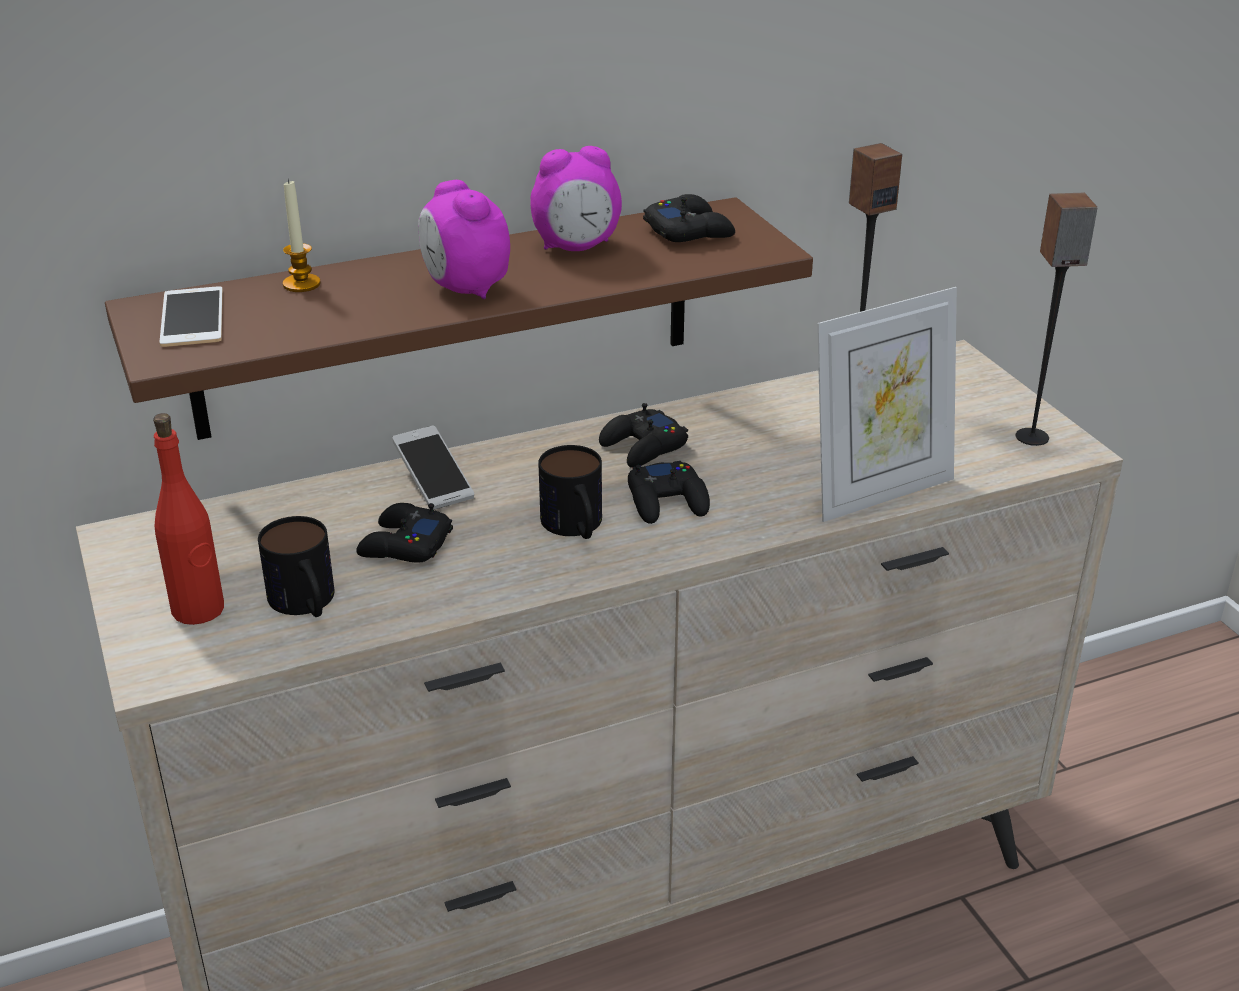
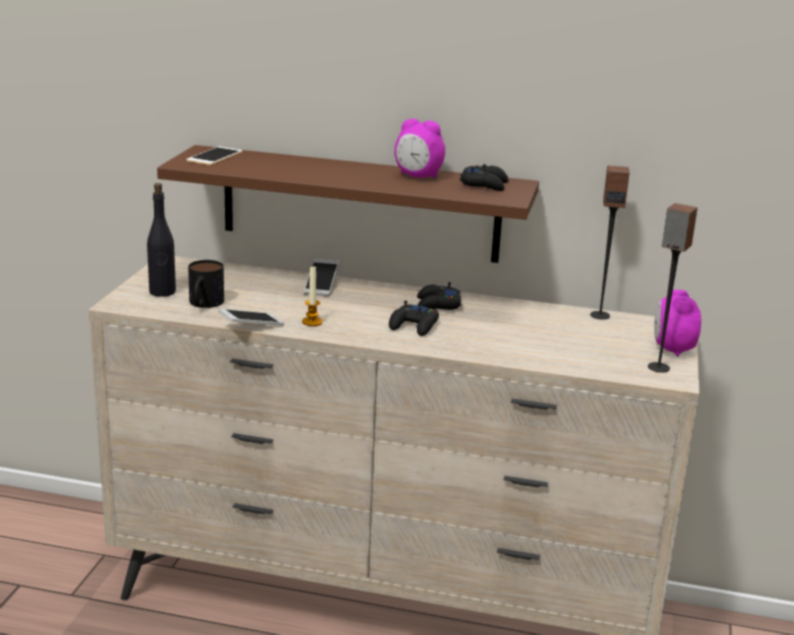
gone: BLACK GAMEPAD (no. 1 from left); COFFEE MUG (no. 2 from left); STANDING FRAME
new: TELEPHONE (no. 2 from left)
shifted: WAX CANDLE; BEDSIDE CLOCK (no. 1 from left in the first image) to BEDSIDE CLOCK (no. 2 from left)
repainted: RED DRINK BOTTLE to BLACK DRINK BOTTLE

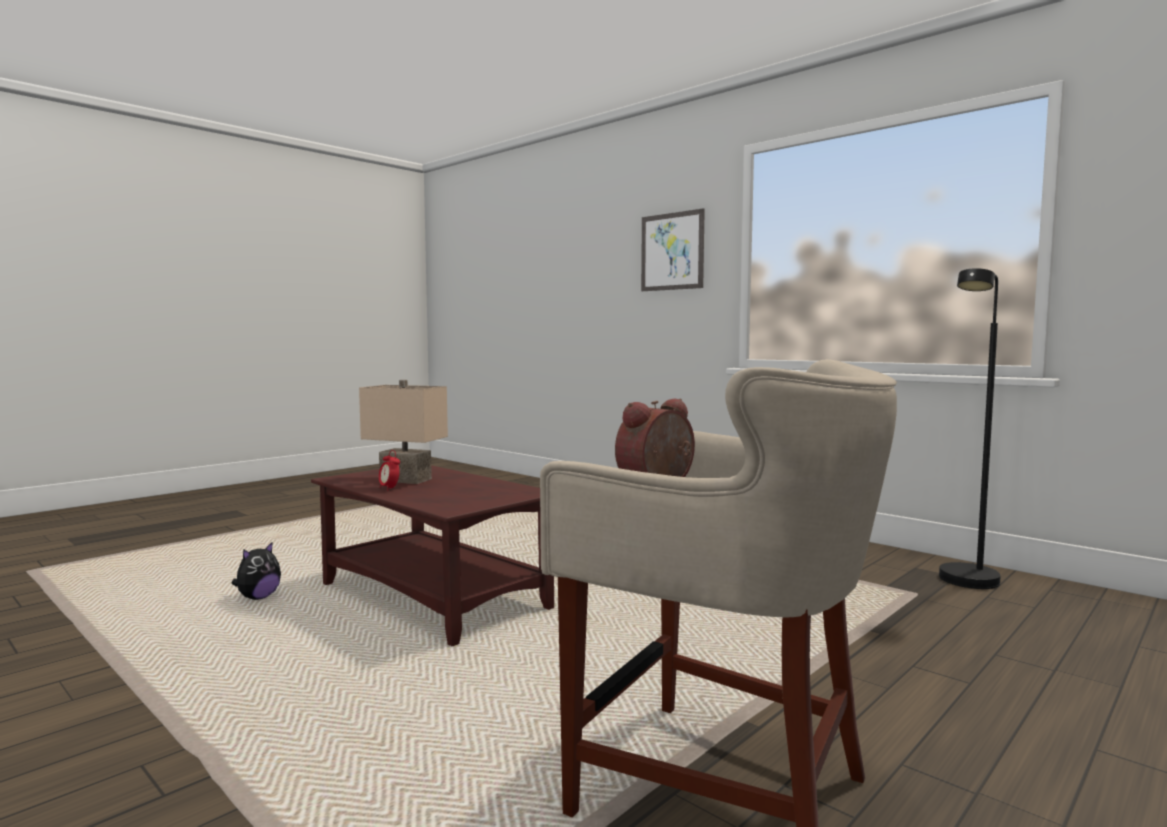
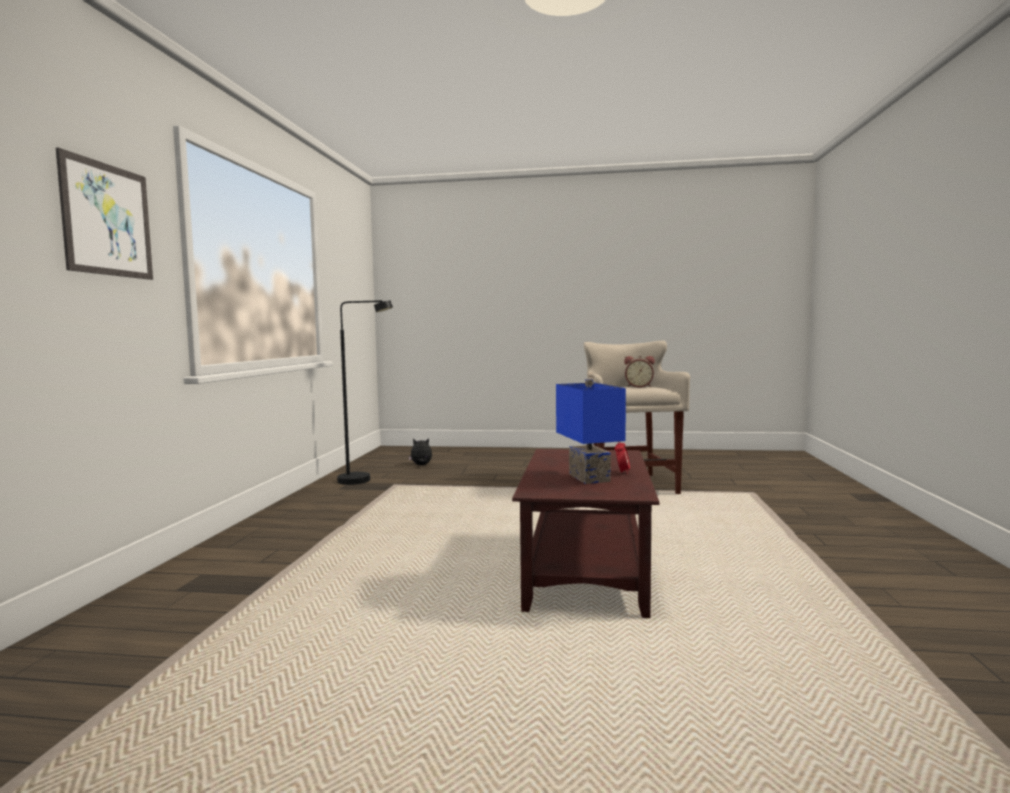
shifted: CUDDLY TOY
repainted: SAND-COLOURED LAMP FOR A TABLE to BLUE LAMP FOR A TABLE

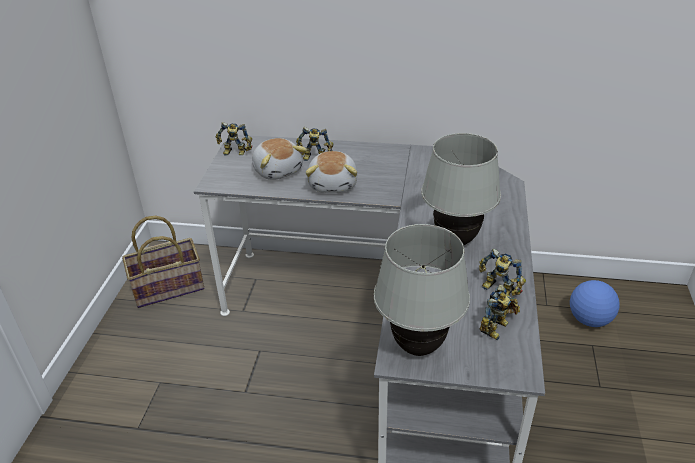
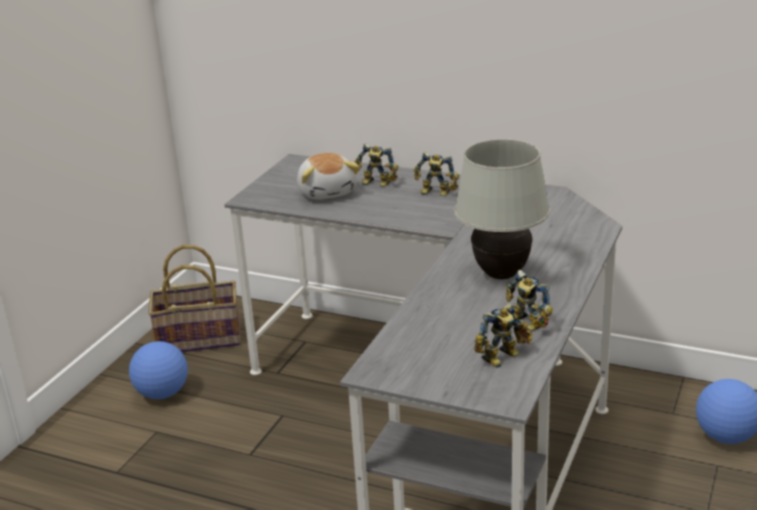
gone: CUDDLY TOY (no. 2 from left); WHITISH LAMP FOR A TABLE (no. 1 from left)
new: FOOTBALL (no. 1 from left)
shifted: TOY ROBOT (no. 1 from left in the first image) to TOY ROBOT (no. 2 from left)

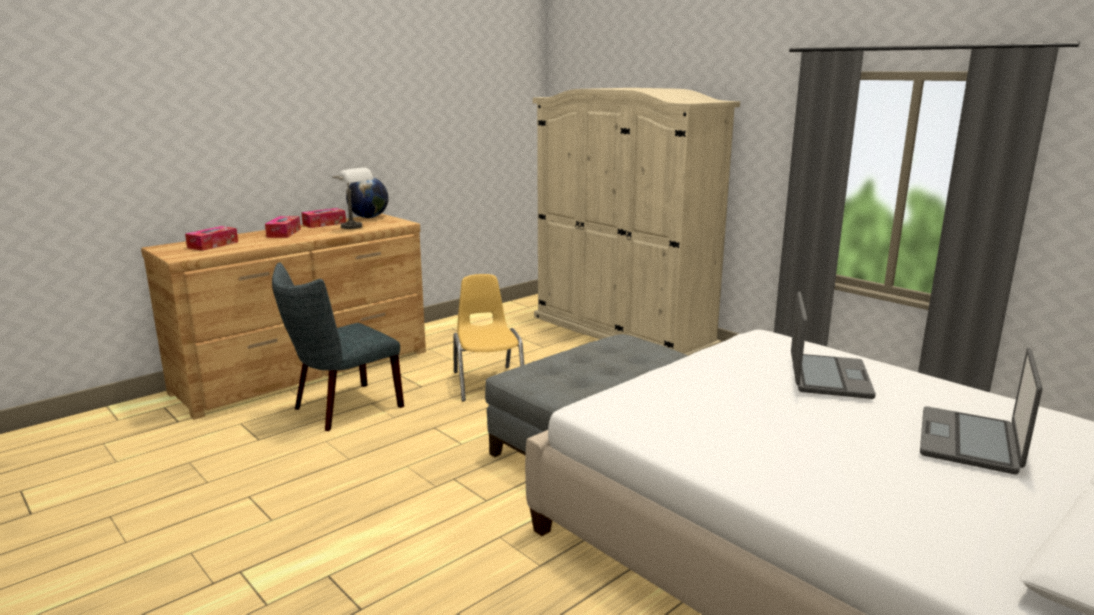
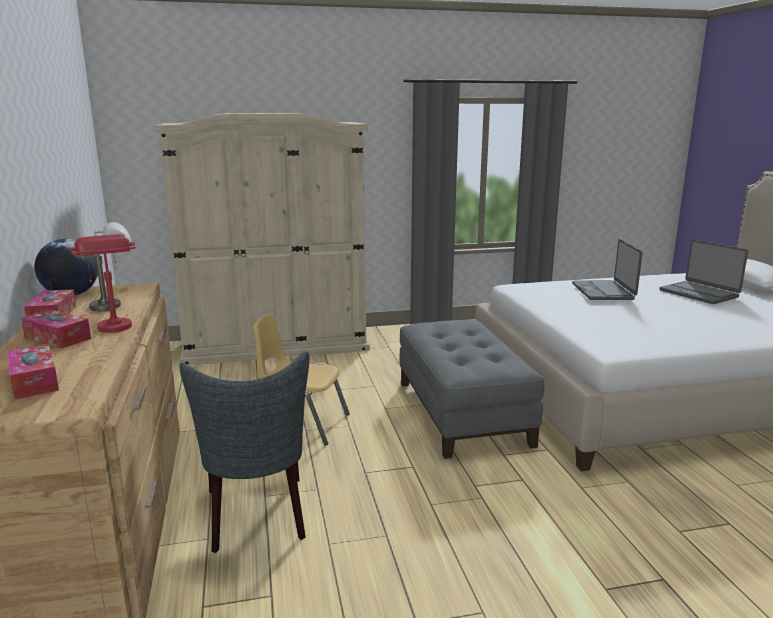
new: RED LAMP FOR A TABLE
rotated: PORTABLE COMPUTER (no. 1 from left) 135 degrees counterclockwise

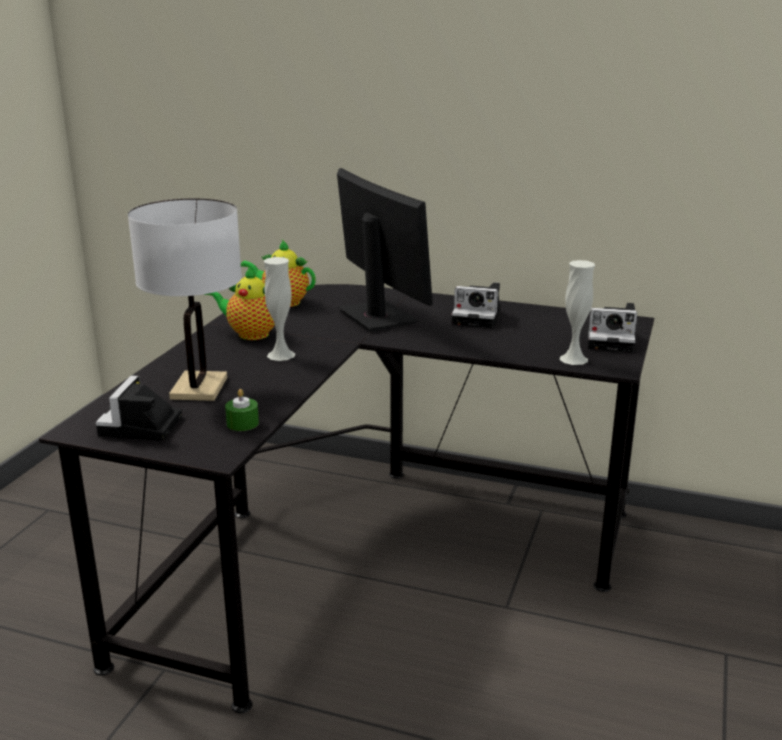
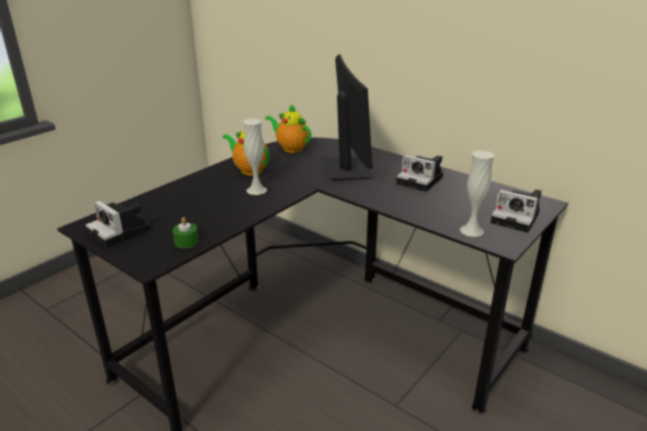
gone: WHITISH LAMP FOR A TABLE
rotated: PHOTO CAMERA (no. 1 from left) 75 degrees counterclockwise

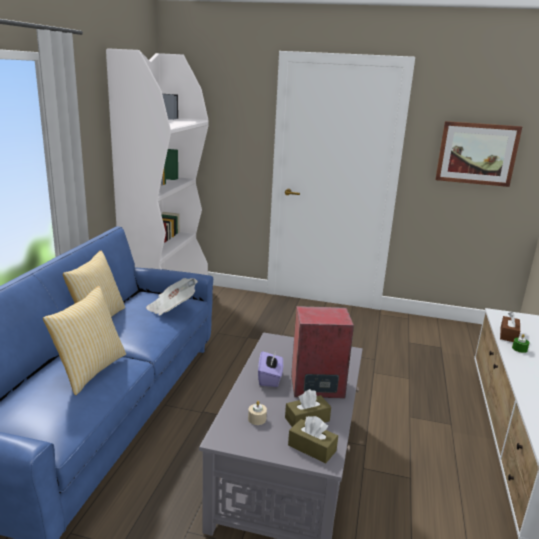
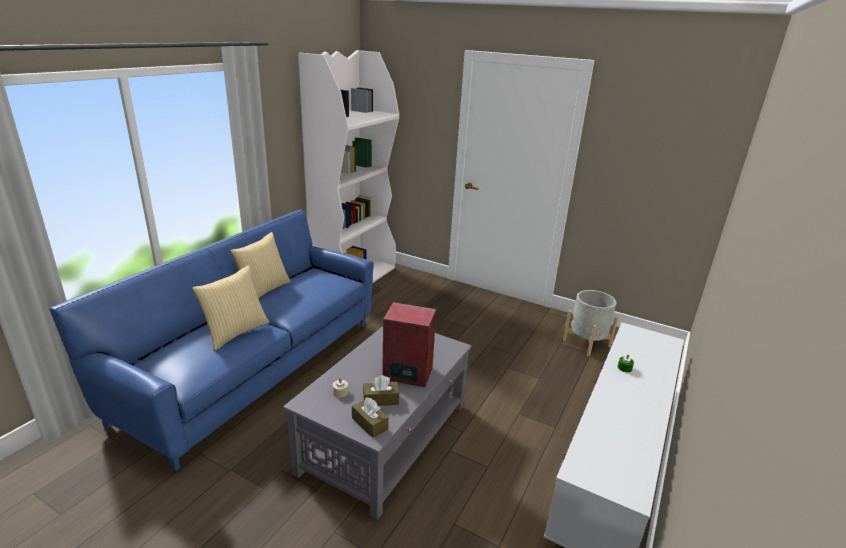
gone: PRINTED PAPER; PURPLISH TISSUE HOLDER; WALL PICTURE; BROWN TISSUE HOLDER (no. 3 from left)
new: GREYISH FLOWER POT

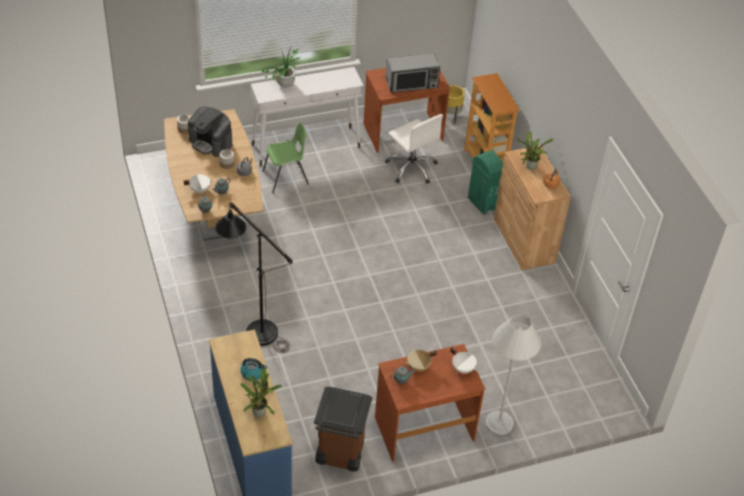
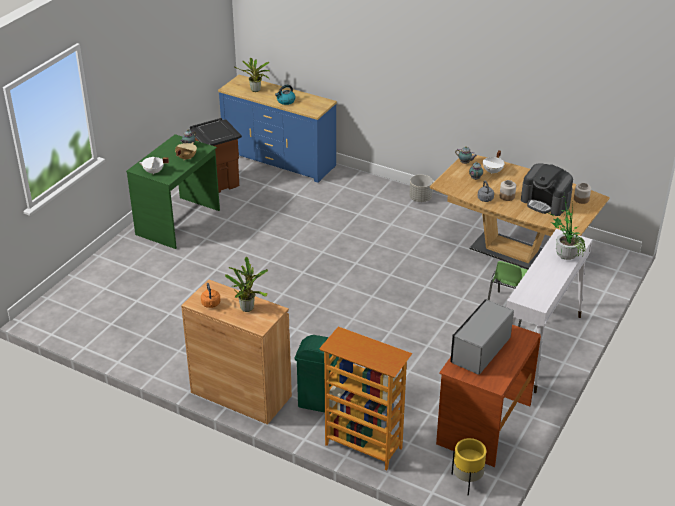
gone: BLACK FLOOR LAMP; WHITISH COMPUTER CHAIR; WHITISH FLOOR LAMP
new: GREYISH FLOWER POT
repainted: BROWN DESK TABLE (no. 2 from left) to GREEN-COLOURED DESK TABLE
rotated: COFFEE BREWER 135 degrees counterclockwise

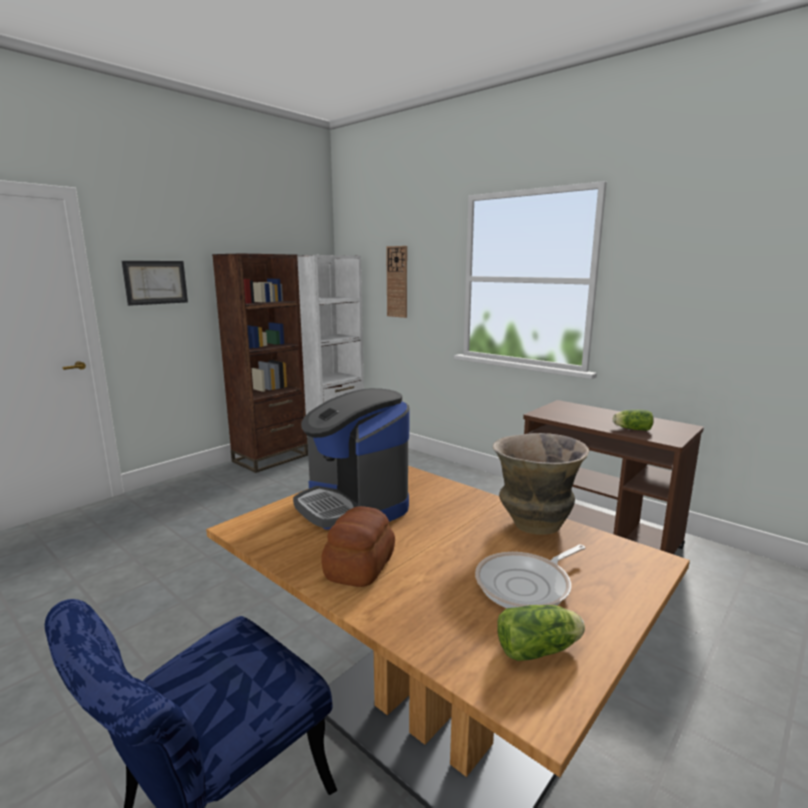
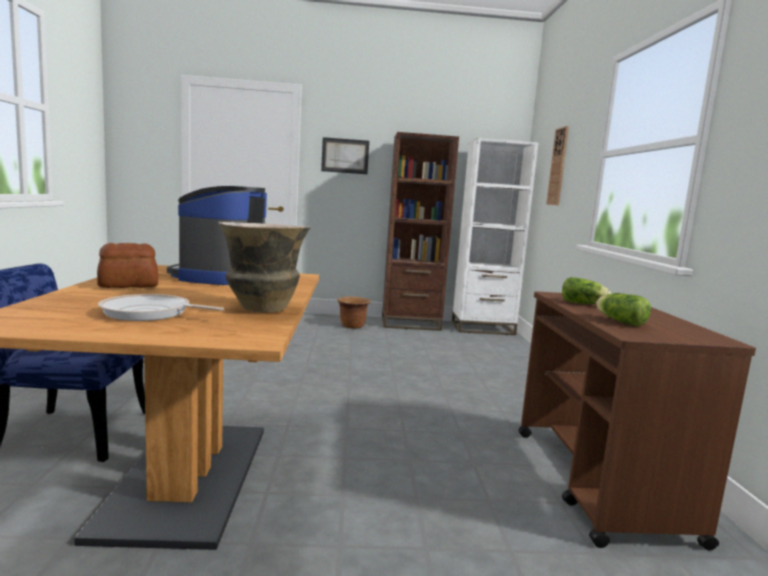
new: BROWN FLOWER POT
shifted: LETTUCE HEAD (no. 1 from left)

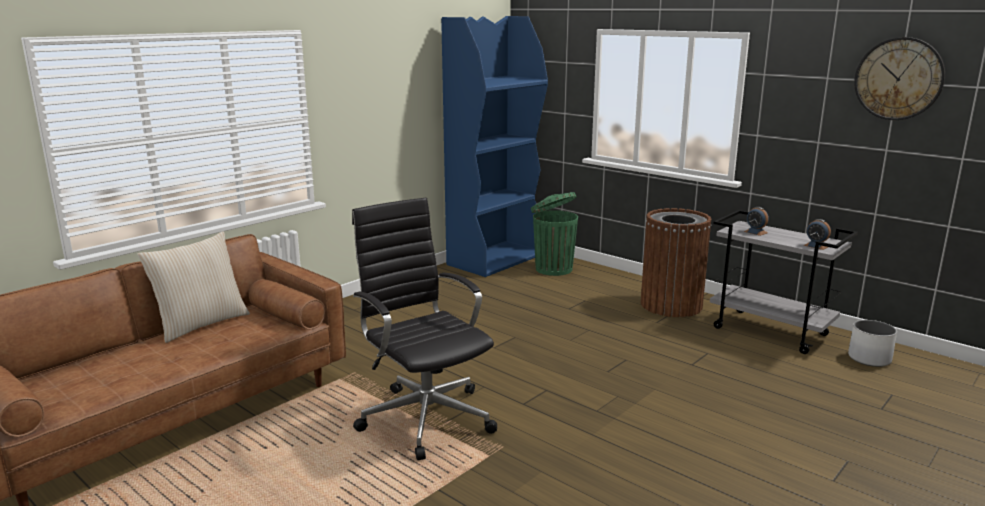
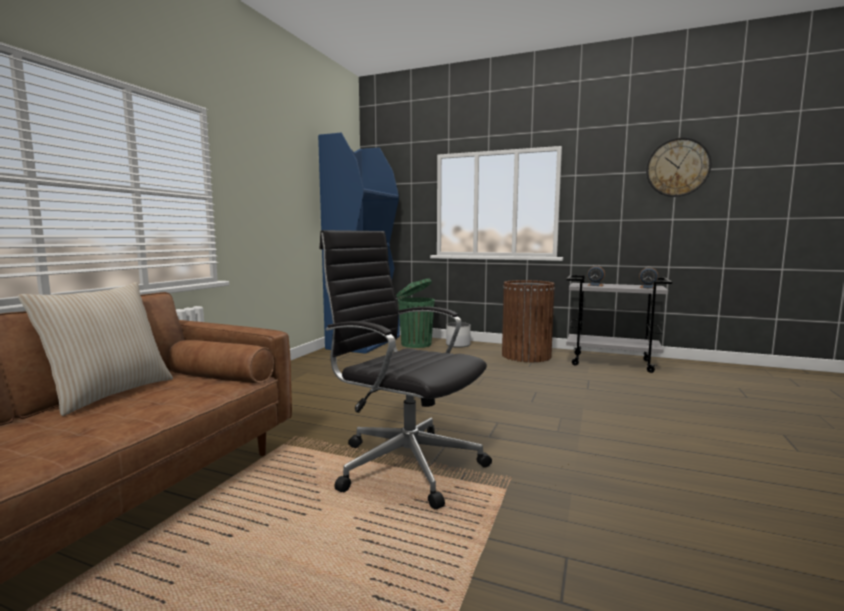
shifted: WHITISH FLOWER POT

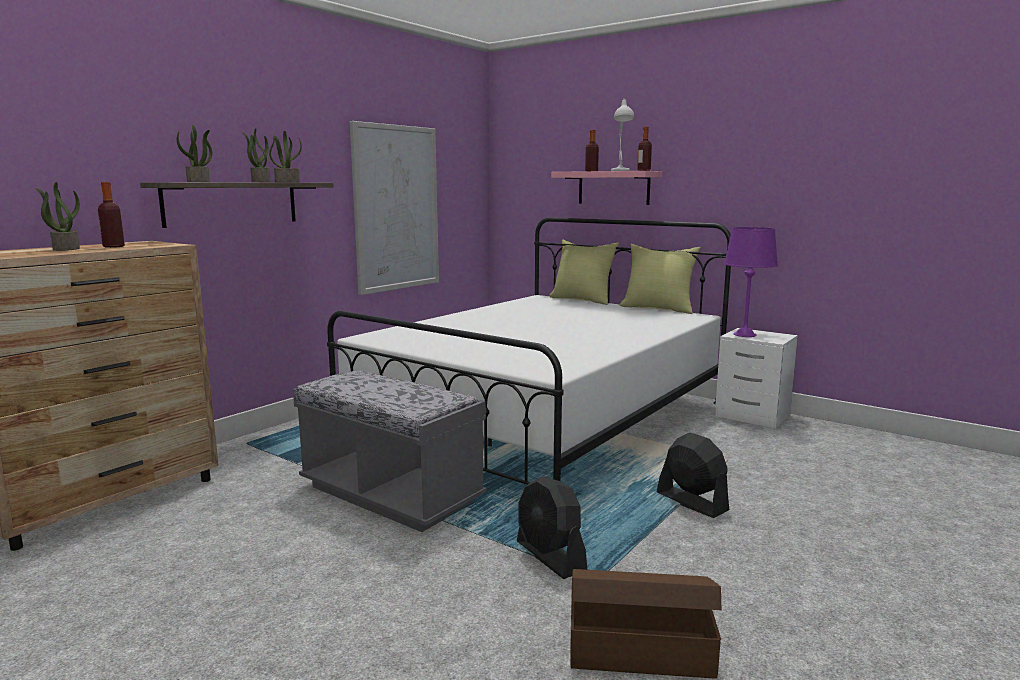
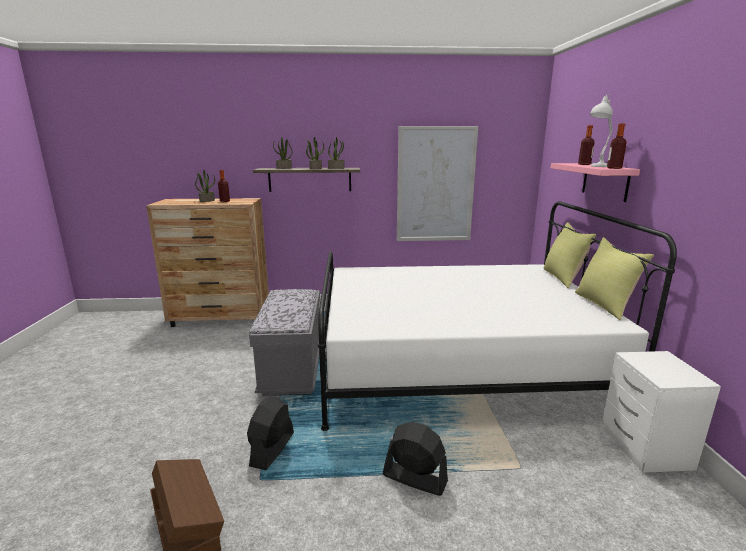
gone: PURPLISH LAMP FOR A TABLE
rotated: BLACK COOLING FAN (no. 2 from left) 75 degrees counterclockwise

